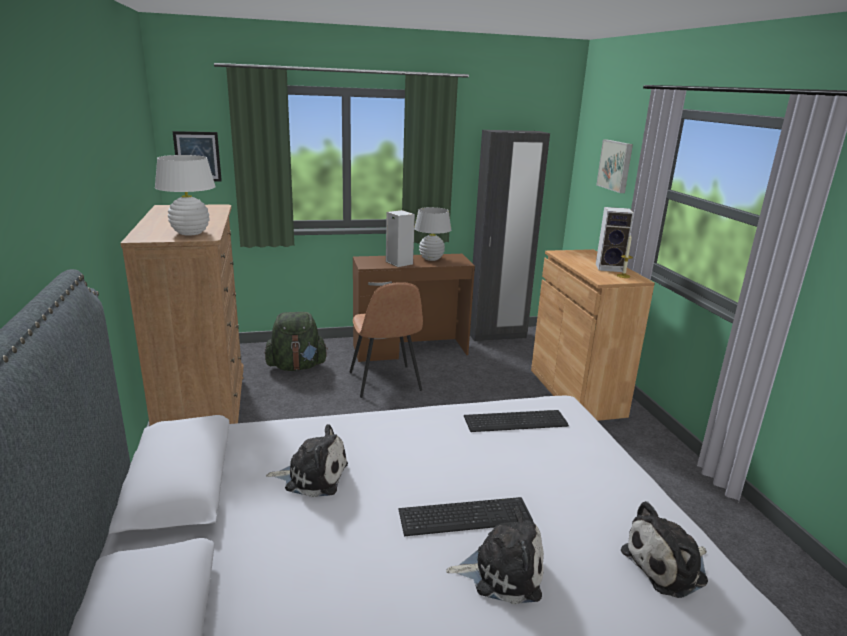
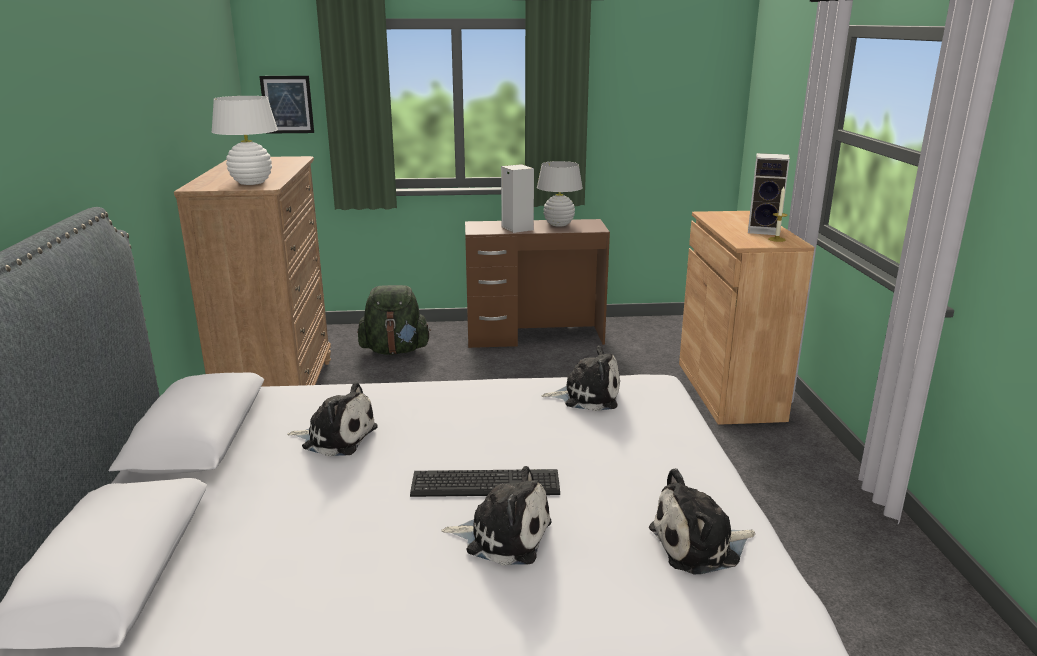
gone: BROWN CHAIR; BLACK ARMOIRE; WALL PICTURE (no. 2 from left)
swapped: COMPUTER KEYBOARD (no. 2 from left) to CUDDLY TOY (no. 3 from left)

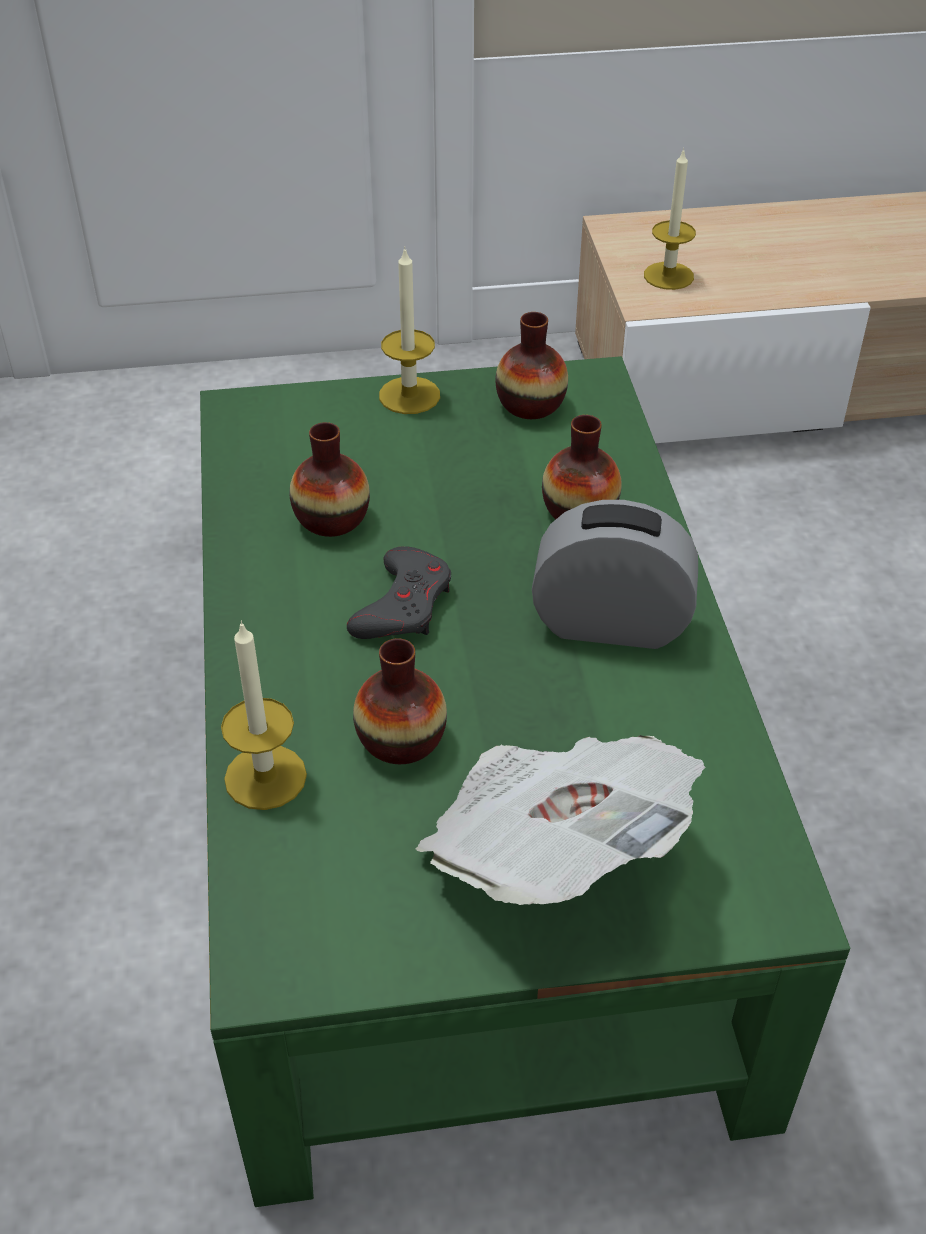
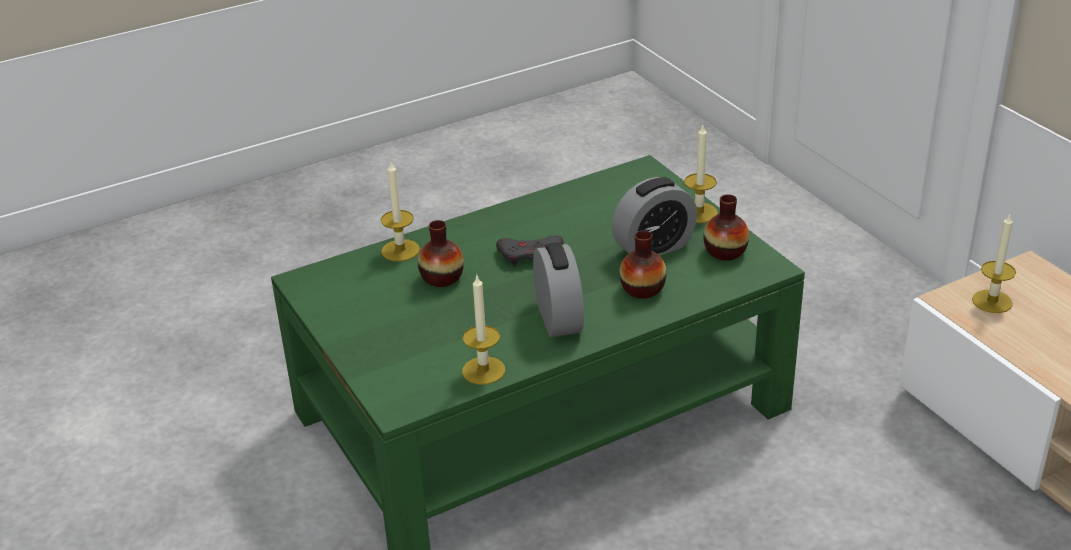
gone: DECORATIVE VASE (no. 1 from left); PRINTED PAPER
new: WAX CANDLE (no. 2 from left); BEDSIDE CLOCK (no. 2 from left)

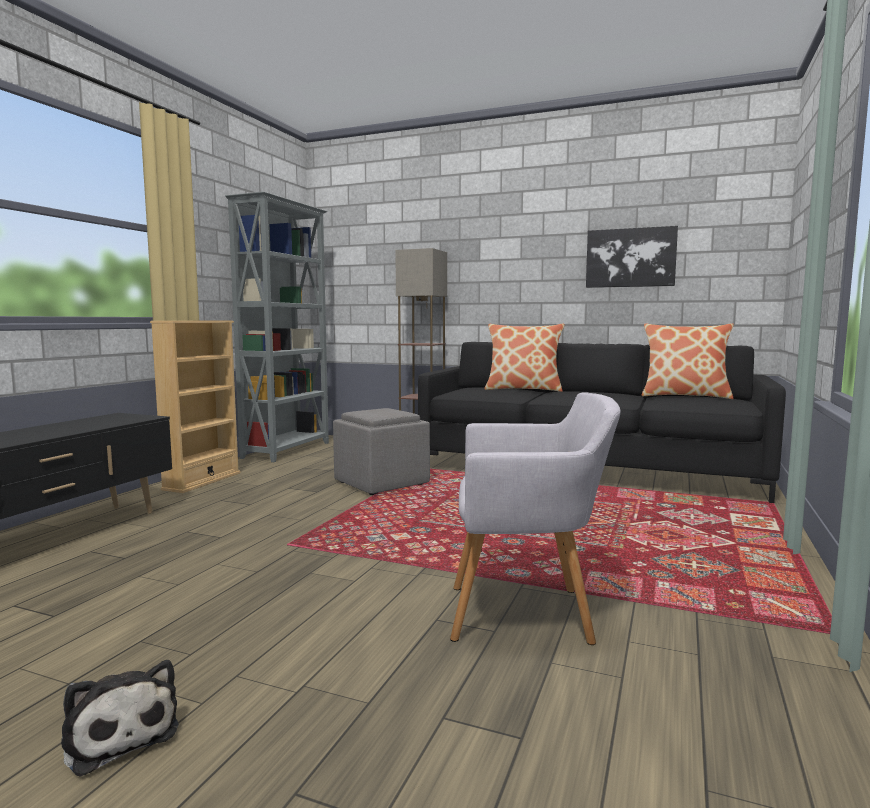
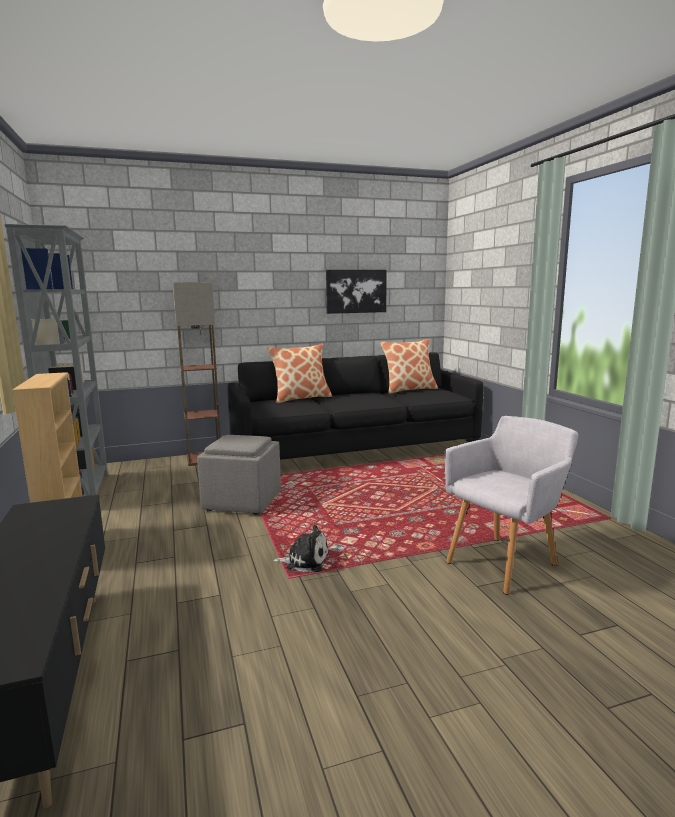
shifted: CUDDLY TOY

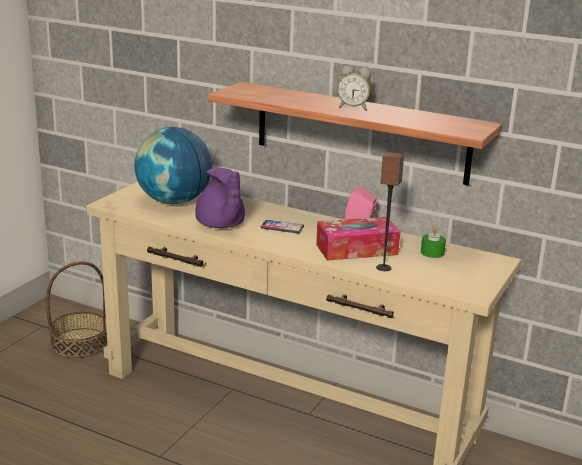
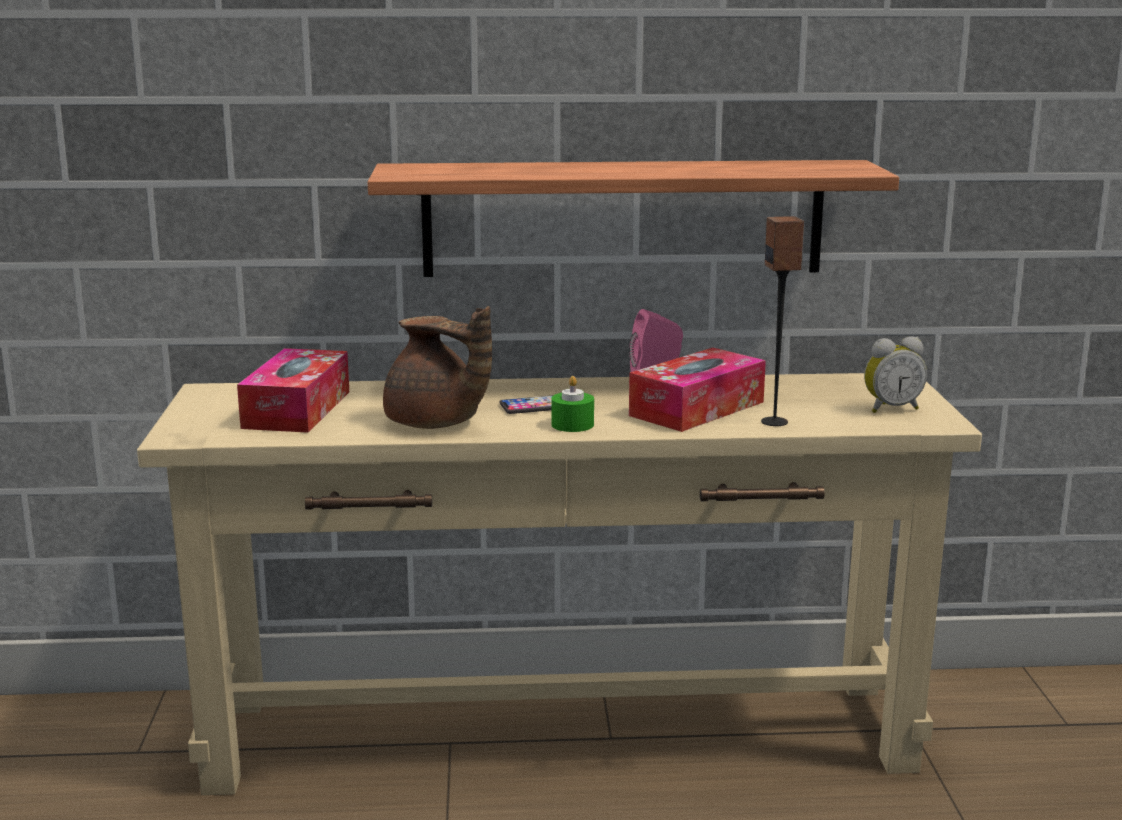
gone: HOUSEHOLD BASKET
shifted: BEDSIDE CLOCK; GREEN-COLOURED WAX CANDLE
swapped: GLOBE to TISSUE HOLDER (no. 1 from left)
repainted: PURPLISH TEA POT to BROWN TEA POT

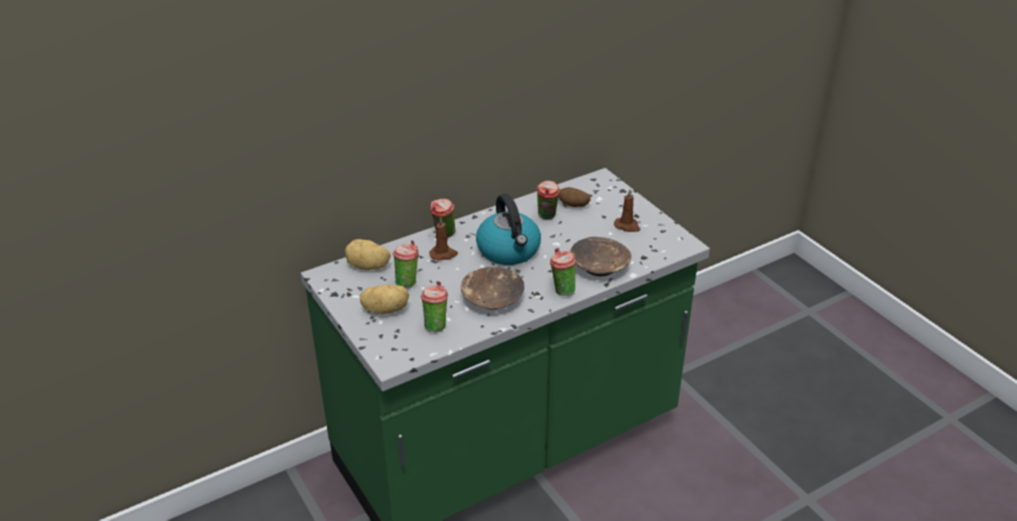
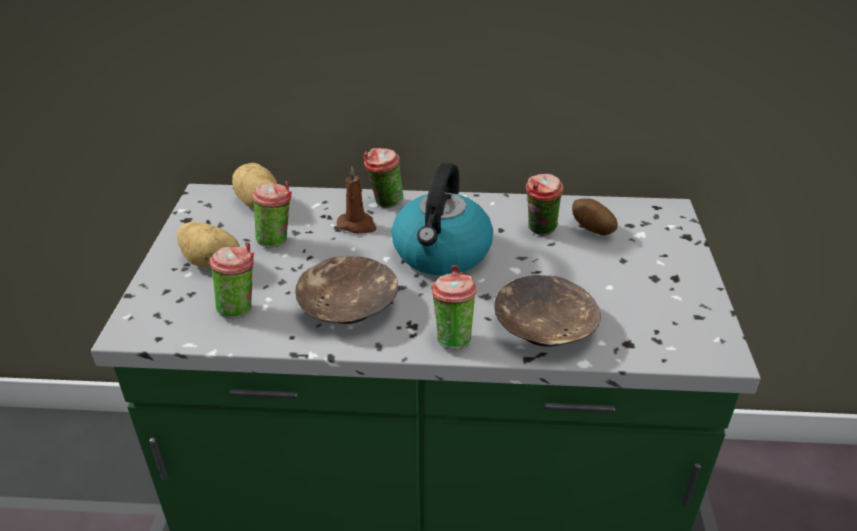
gone: BROWN WAX CANDLE (no. 2 from left)

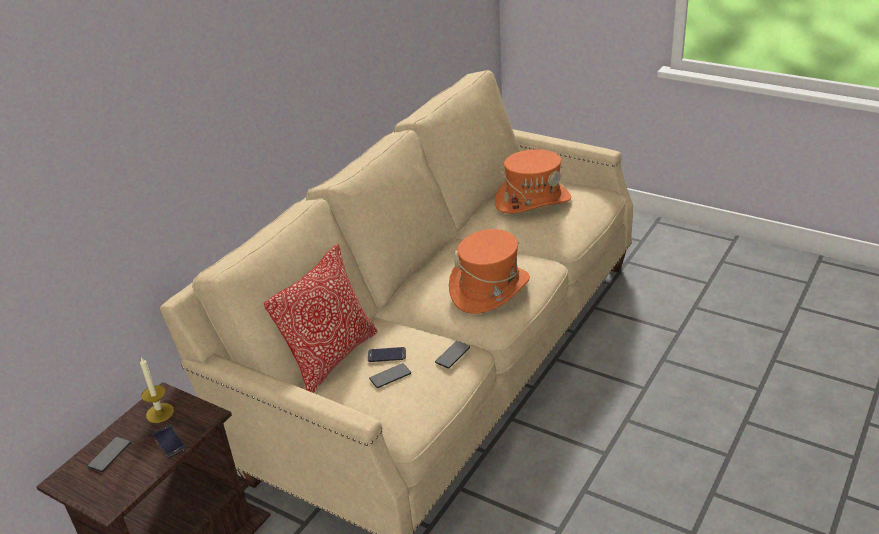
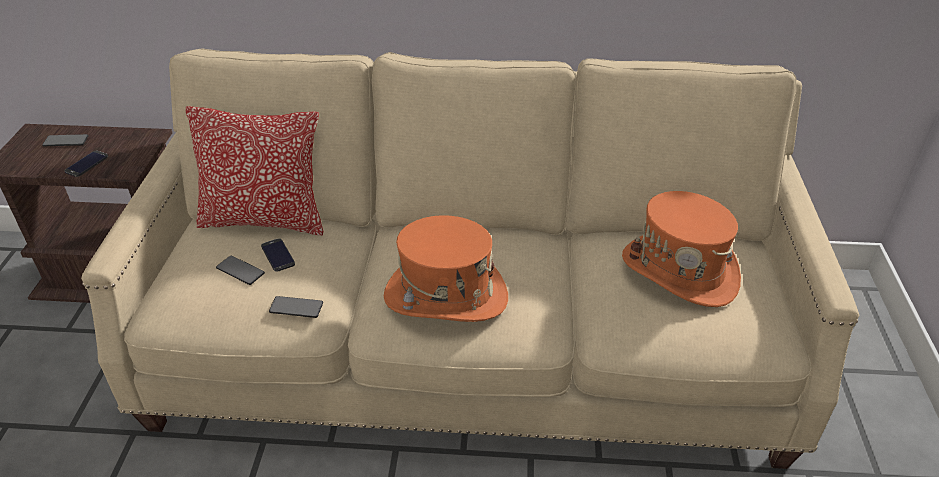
gone: WAX CANDLE

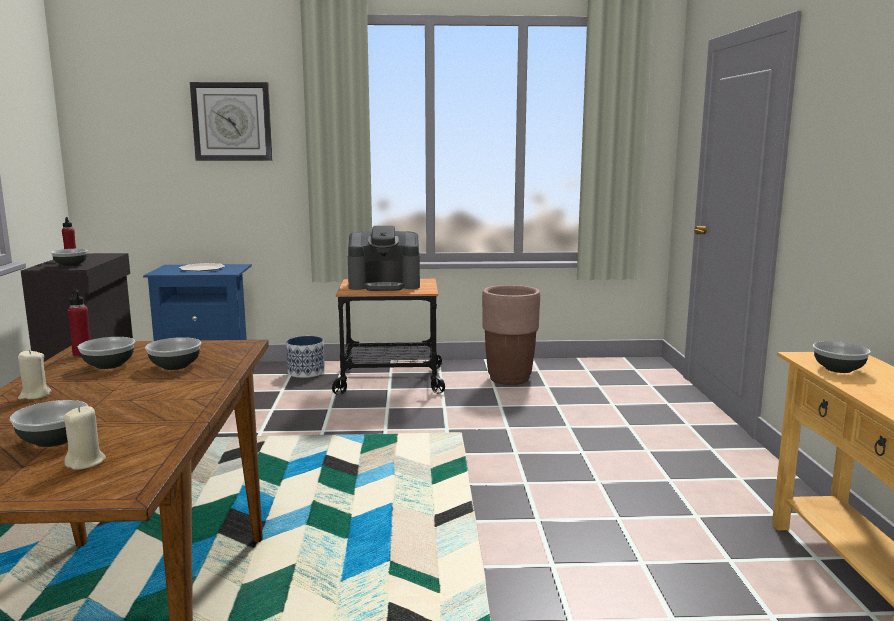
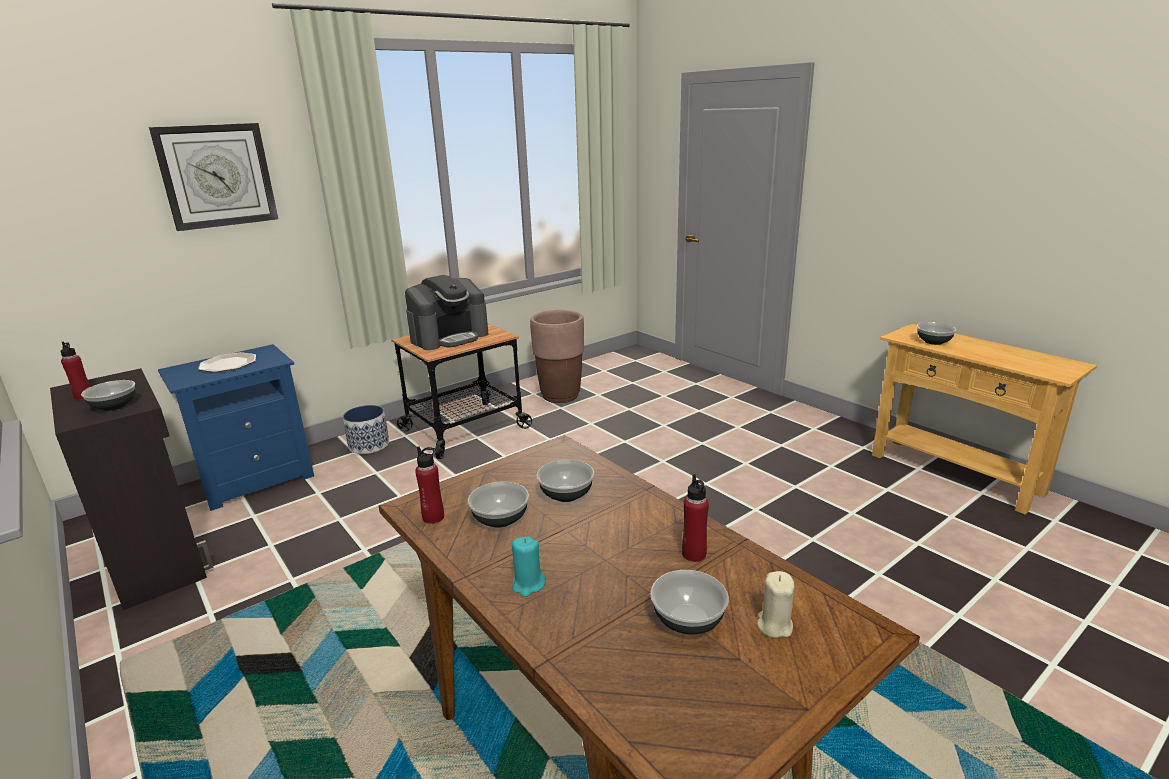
new: RED DRINK BOTTLE (no. 3 from left)
repainted: SAND-COLOURED WAX CANDLE (no. 1 from left) to BLUE-GREEN WAX CANDLE

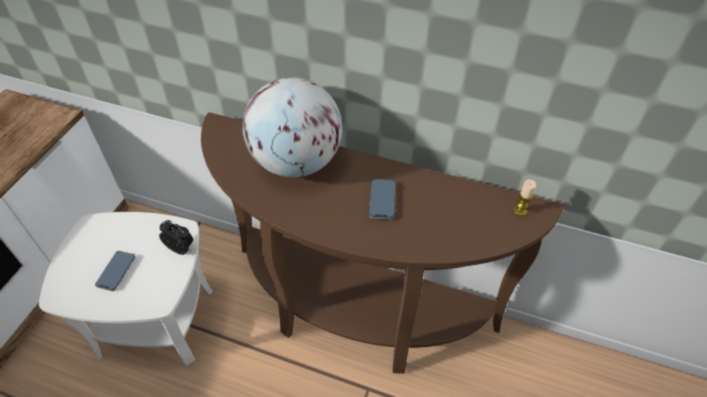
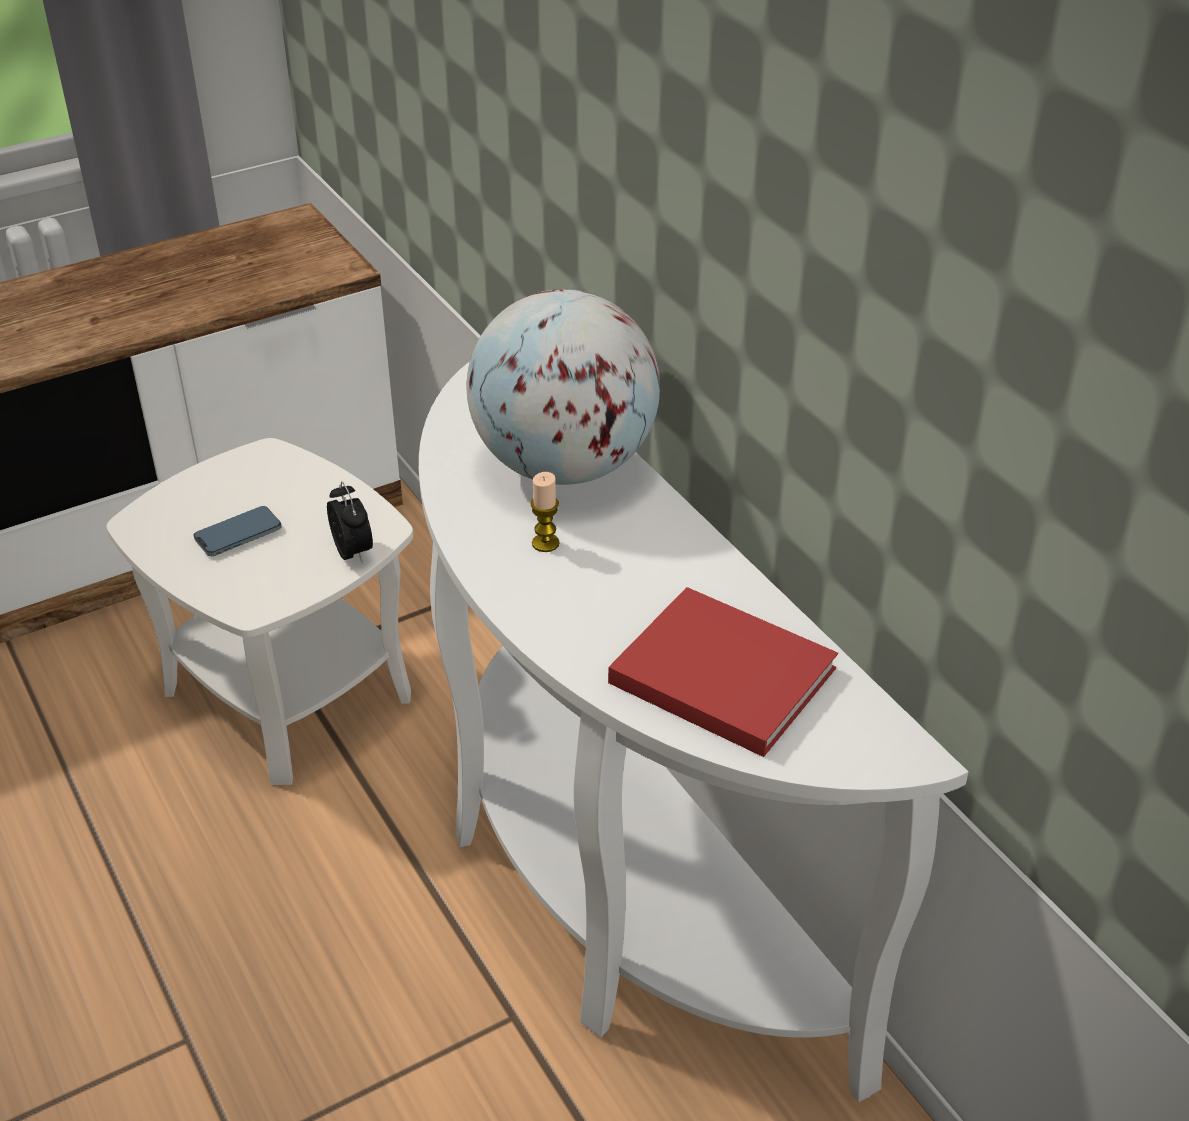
gone: TELEPHONE (no. 2 from left)
new: RED BOOK
shifted: WAX CANDLE
repainted: BROWN HALL TABLE to WHITISH HALL TABLE

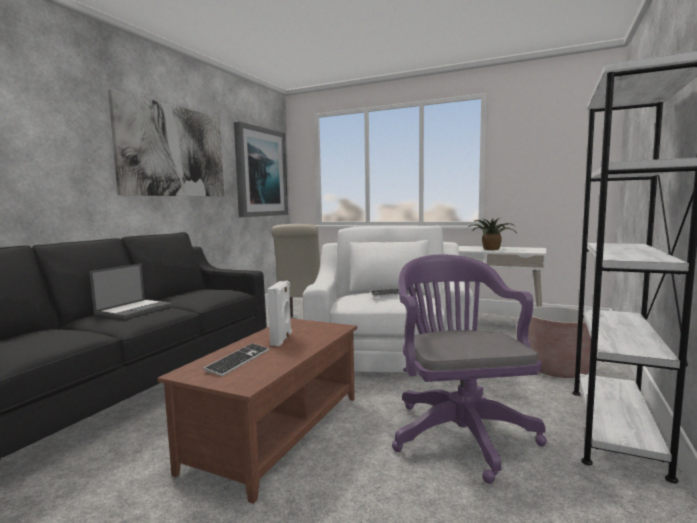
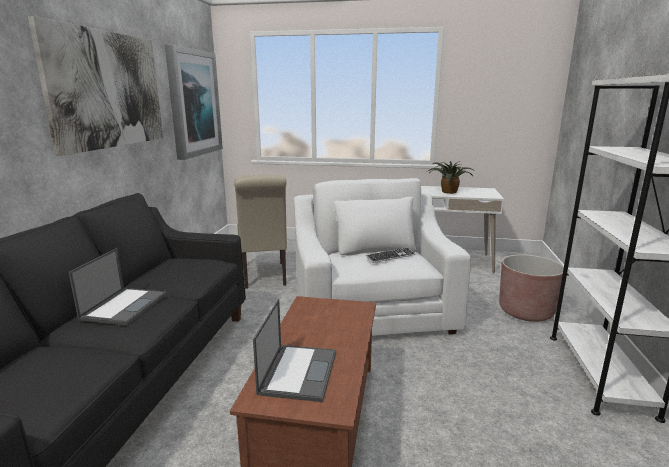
gone: WHITISH LOUDSPEAKER; PURPLISH COMPUTER CHAIR
swapped: COMPUTER KEYBOARD (no. 1 from left) to PORTABLE COMPUTER (no. 2 from left)

